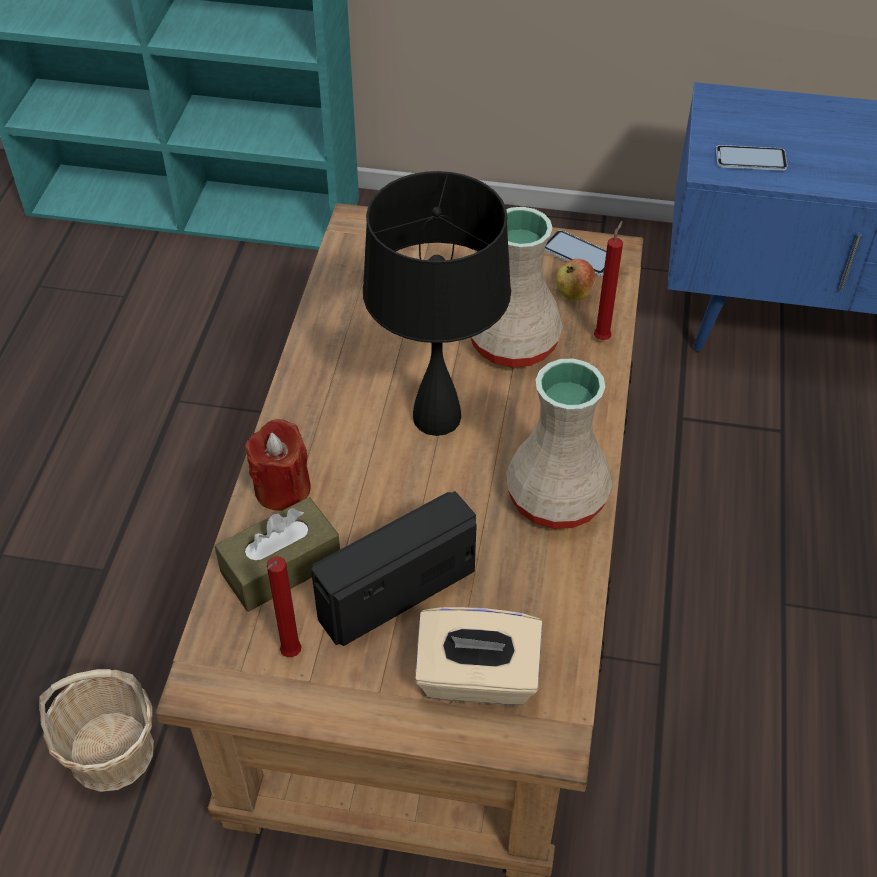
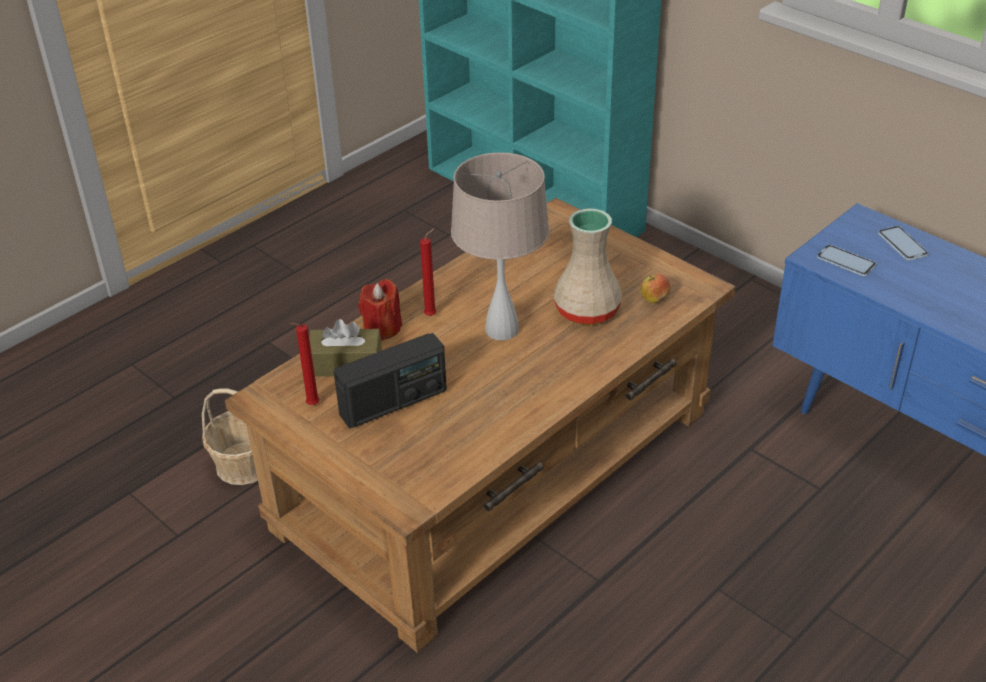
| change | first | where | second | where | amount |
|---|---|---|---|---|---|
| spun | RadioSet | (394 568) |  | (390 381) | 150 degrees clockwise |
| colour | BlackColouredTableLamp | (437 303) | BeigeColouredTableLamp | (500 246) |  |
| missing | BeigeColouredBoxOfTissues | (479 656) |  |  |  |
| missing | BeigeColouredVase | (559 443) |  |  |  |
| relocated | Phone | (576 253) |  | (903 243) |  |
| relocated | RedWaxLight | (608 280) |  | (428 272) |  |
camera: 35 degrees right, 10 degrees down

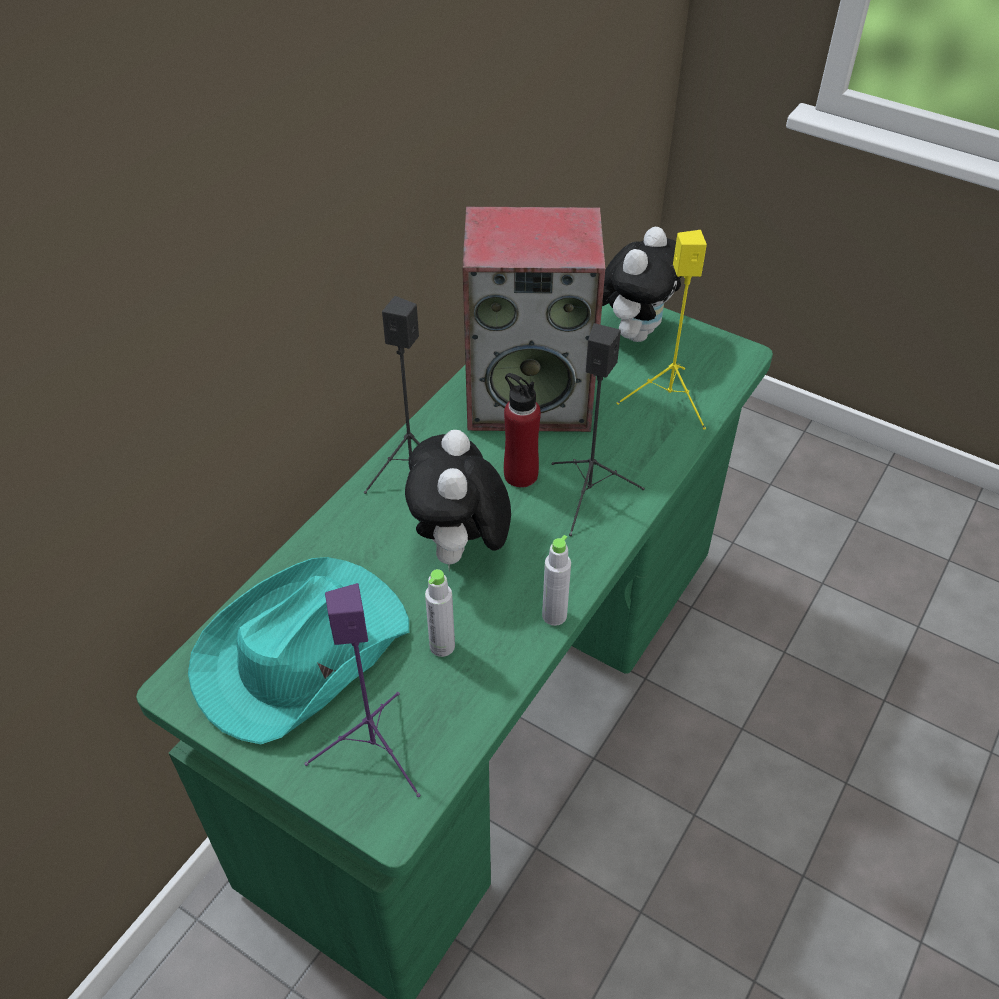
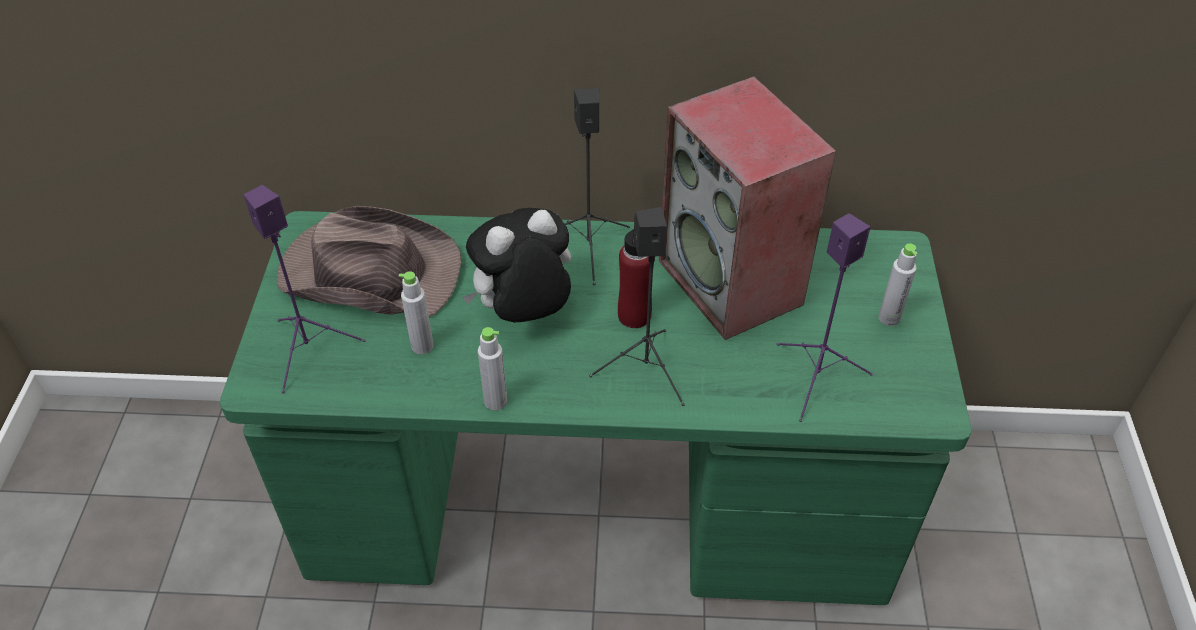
| change | first | where | second | where | amount |
|---|---|---|---|---|---|
| colour | TurquoiseClothingHat | (298 650) | BrownClothingHat | (369 261) |  |
| exchanged | SoftToy | (642 284) | GreyBottle | (897 284) |  |
| colour | YellowColouredSpeaker | (662 330) | PurpleSpeaker | (825 317) |  |
camera: 60 degrees right, 0 degrees up

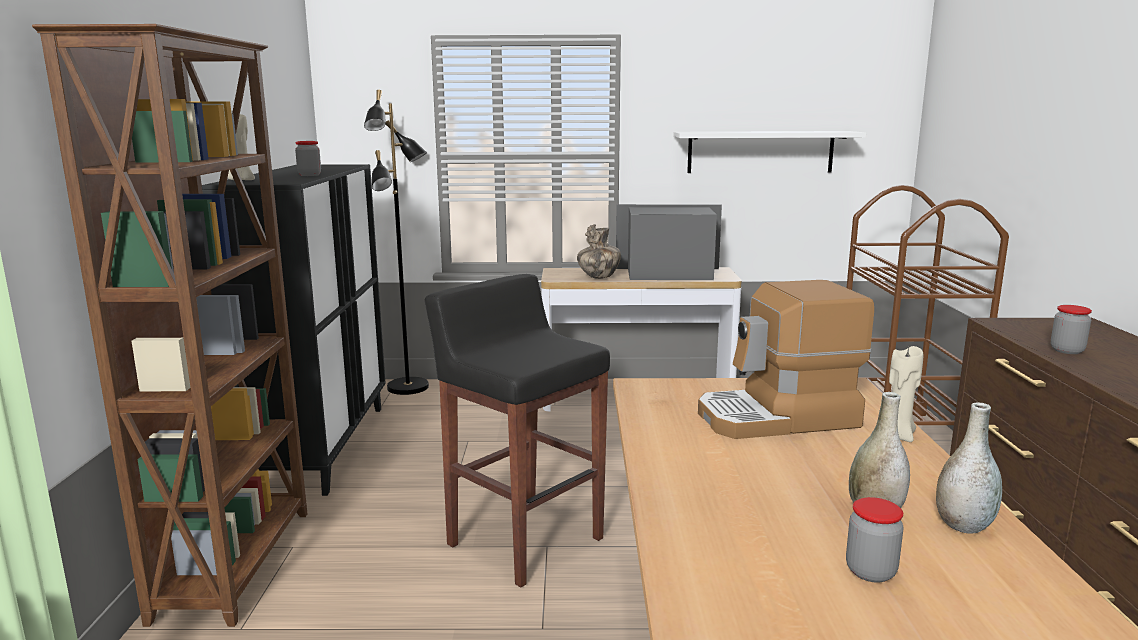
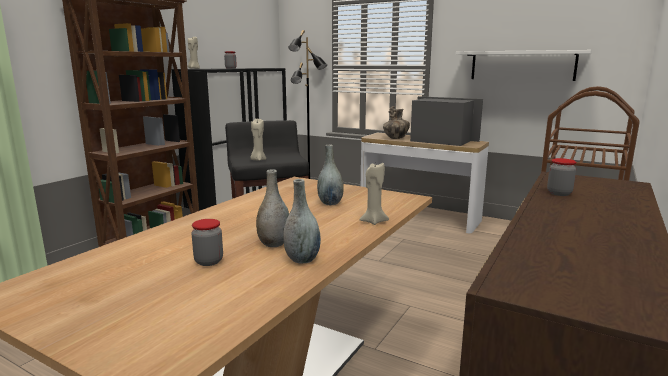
| change | first | where | second | where | amount |
|---|---|---|---|---|---|
| exchanged | CoffeeBrewer | (786 359) | GreyVase | (330 175) |  |
| appeared |  |  | BeigeColouredWaxLight | (258 140) |  |
camera: 30 degrees right, 0 degrees up

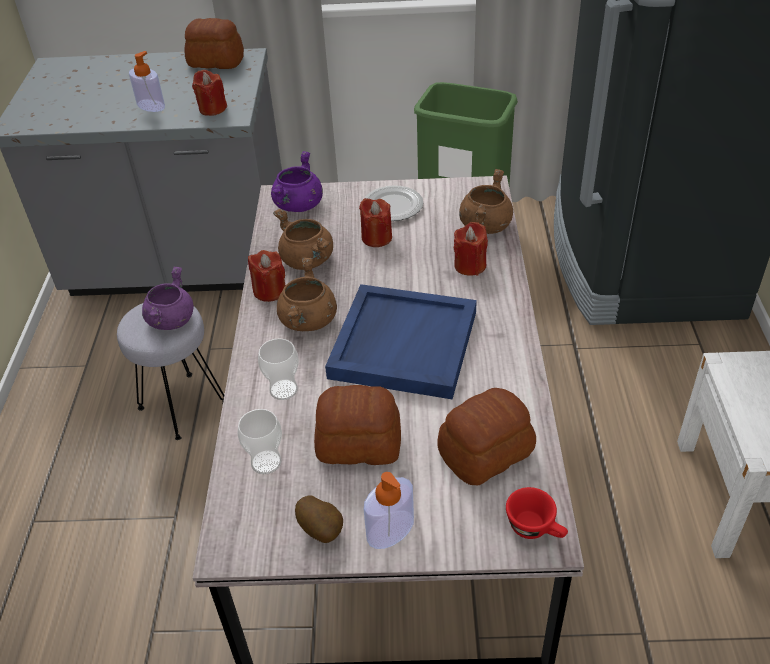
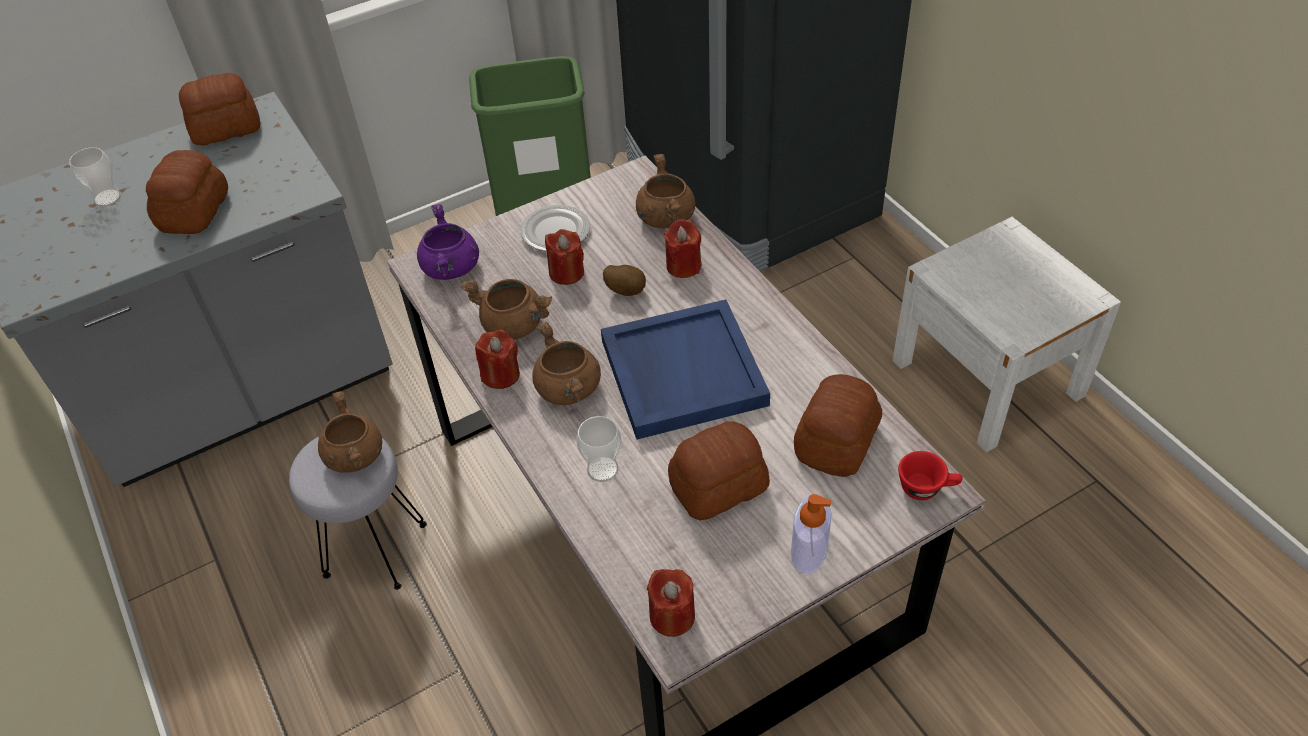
| change | first | where | second | where | amount |
|---|---|---|---|---|---|
| exchanged | SoapBottle | (147 81) | BakeryBread | (187 192) |  |
| colour | PurpleCookingPot | (168 298) | BrownCookingPot | (350 432) |  |
| relocated | RedWaxLight | (209 93) |  | (671 603) |  |
| relocated | SmallCup | (259 441) |  | (95 177) |  |
| relocated | Spud | (319 519) |  | (624 280) |  |
camera: 30 degrees left, 5 degrees up

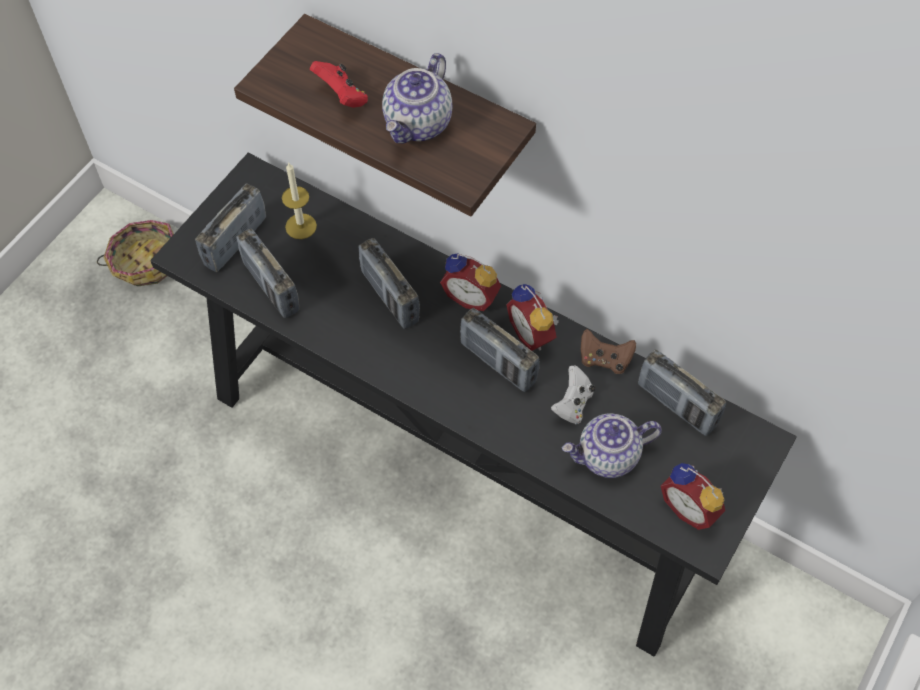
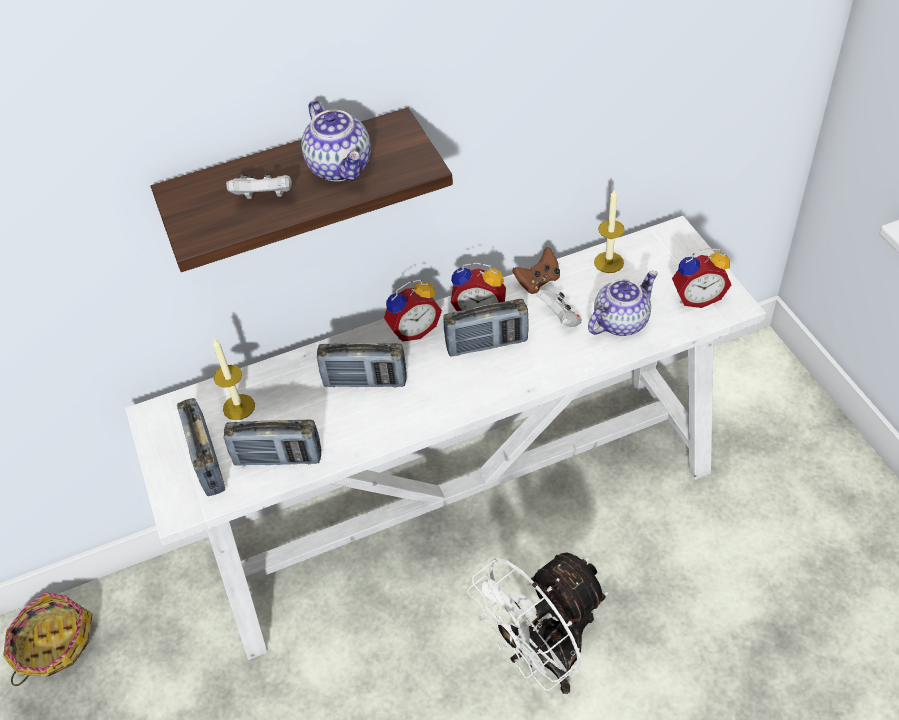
| change | first | where | second | where | amount |
|---|---|---|---|---|---|
| colour | BlackColouredHallTable | (473 404) | WhiteColouredHallTable | (445 438) |  |
| colour | RedGameController | (339 84) | WhiteColouredGameController | (259 186) |  |
| spun | PotForTea | (612 445) |  | (623 303) | 150 degrees counterclockwise |
| exchanged | RadioSet | (682 392) | WaxLight | (609 230) |  |
| appeared |  |  | WhiteColouredElectricFan | (538 623) |  |
camera: 50 degrees left, 10 degrees down

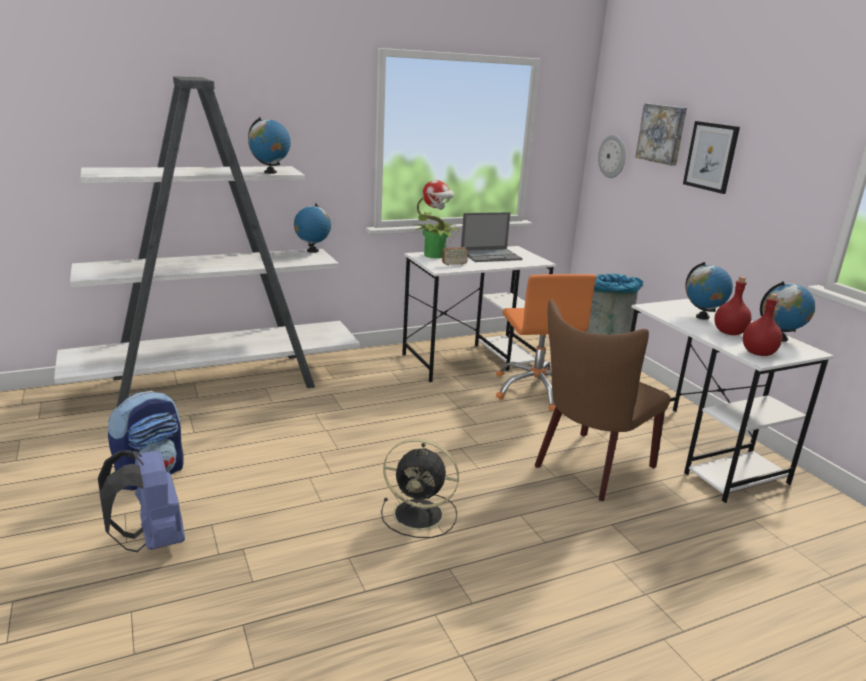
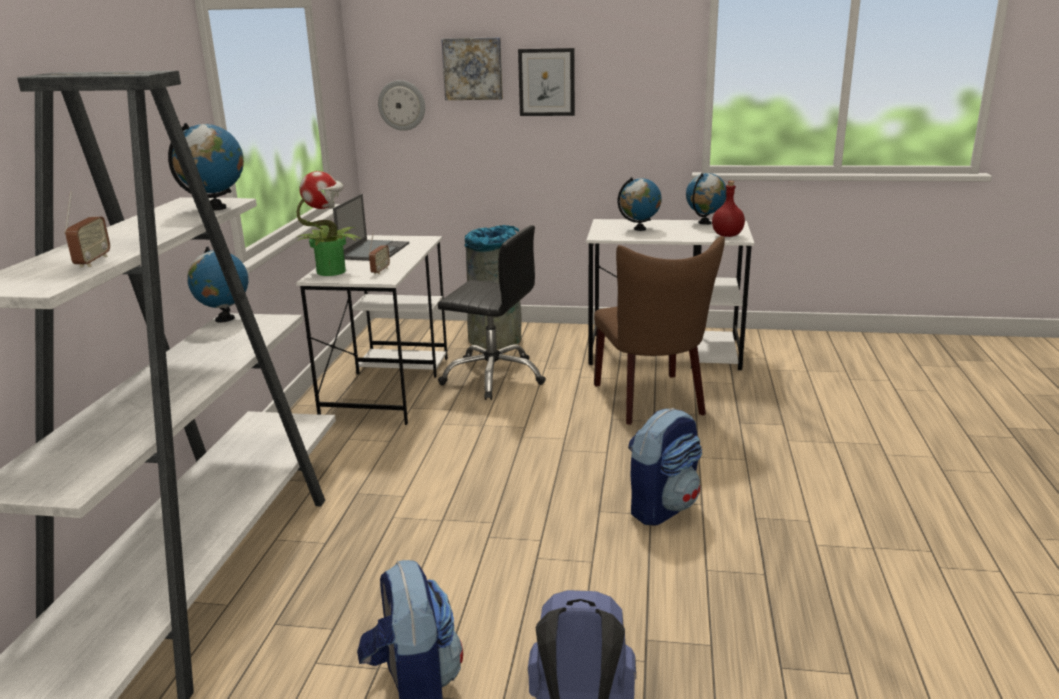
| change | first | where | second | where | amount |
|---|---|---|---|---|---|
| exchanged | BlackColouredElectricFan | (420 488) | Backpack | (665 467) |  |
| colour | OrangeColouredDeskChair | (546 343) | BlackColouredDeskChair | (492 312) |  |
| missing | RedBottle | (732 306) |  |  |  |
| appeared |  |  | RadioSet | (87 229) |  |
camera: 55 degrees left, 0 degrees up

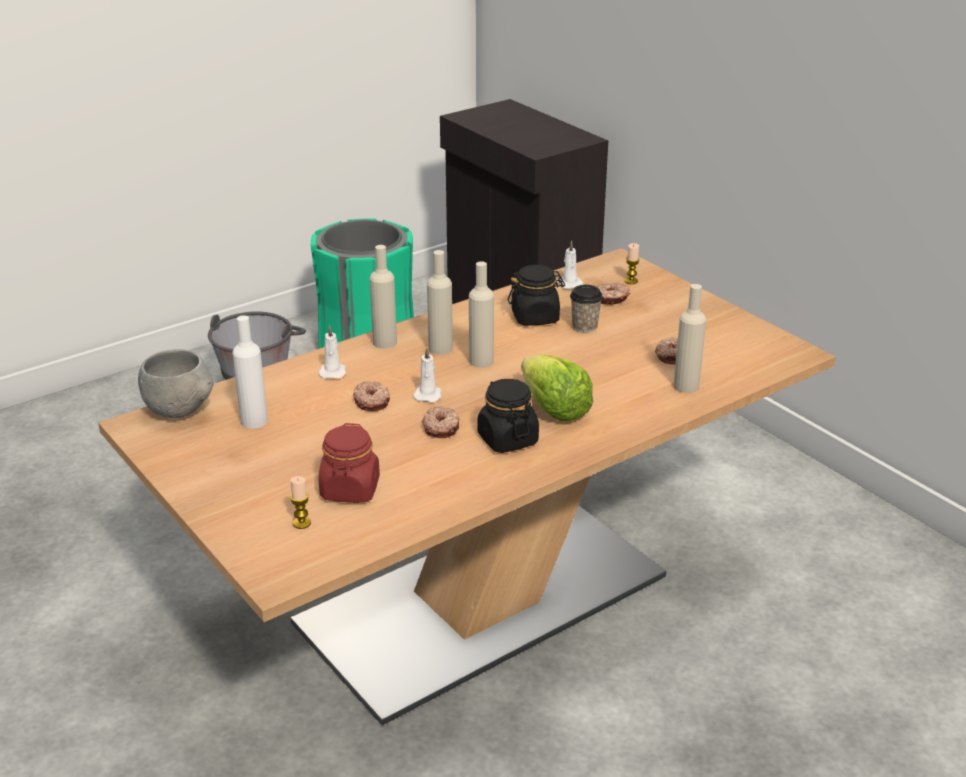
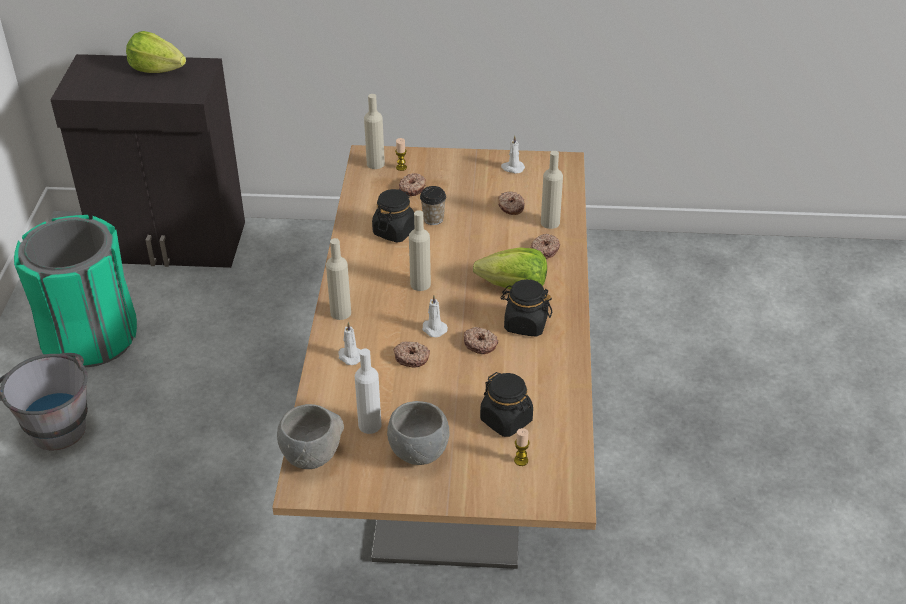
| change | first | where | second | where | amount |
|---|---|---|---|---|---|
| colour | RedPreserveJar | (349 463) | BlackColouredPreserveJar | (506 404) |  |
| relocated | BeigeColouredBottle | (440 302) |  | (374 131) |  |
| relocated | WhiteColouredWaxLight | (570 265) |  | (513 154) |  |
| appeared |  |  | LettuceHead | (156 52) |  |
| appeared |  |  | GreyServingBowl | (418 433) |  |
| appeared |  |  | Donut | (545 246) |  |
camera: 50 degrees left, 10 degrees up

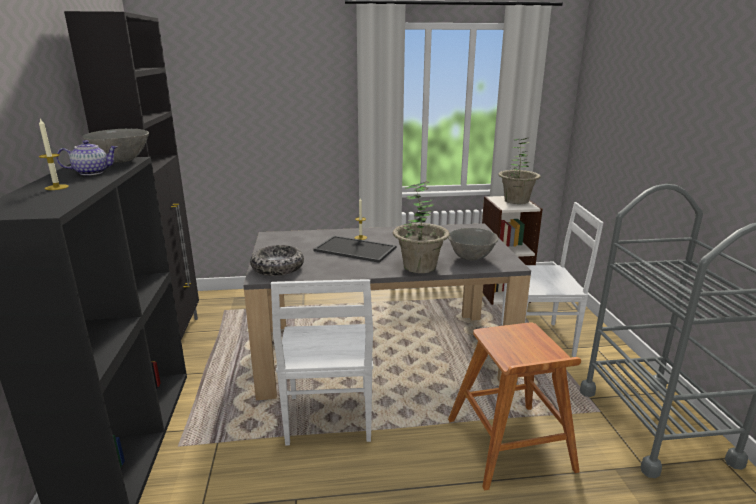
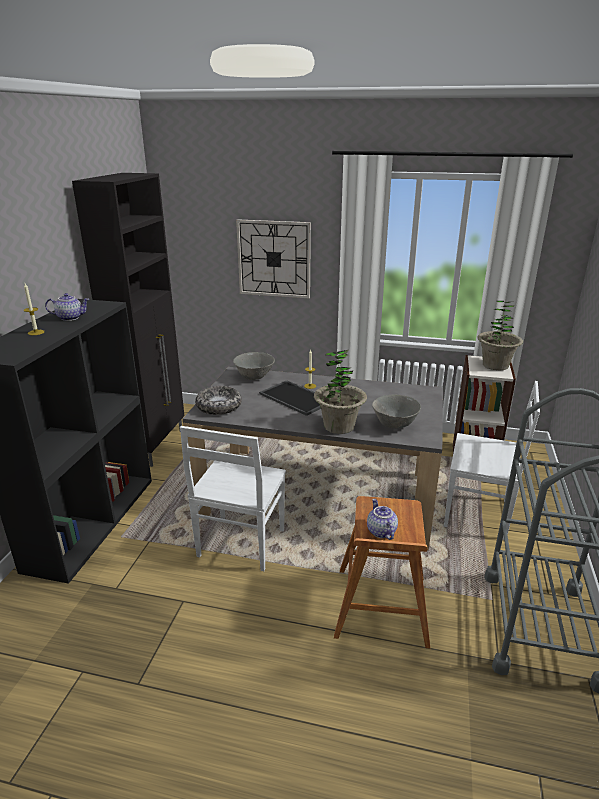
| change | first | where | second | where | amount |
|---|---|---|---|---|---|
| relocated | GreyServingBowl | (115 146) |  | (254 366) |  |
| appeared |  |  | WallClock | (273 258) |  |
| appeared |  |  | PotForTea | (382 519) |  |
camera: 20 degrees right, 5 degrees up

